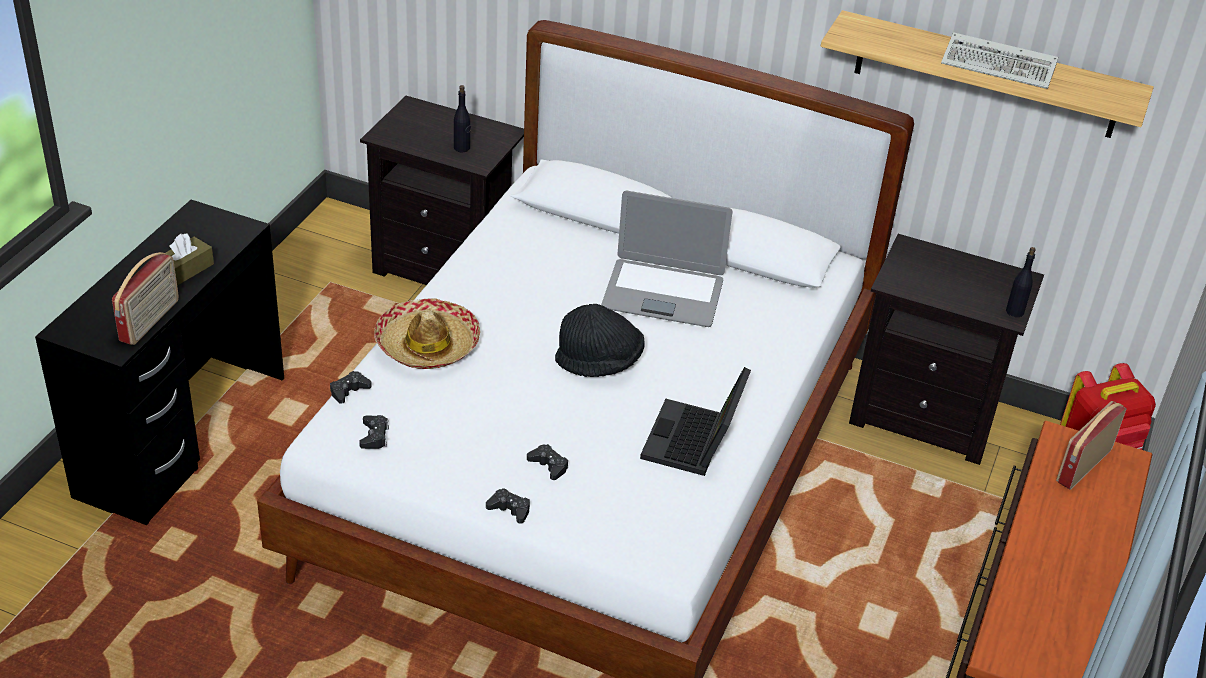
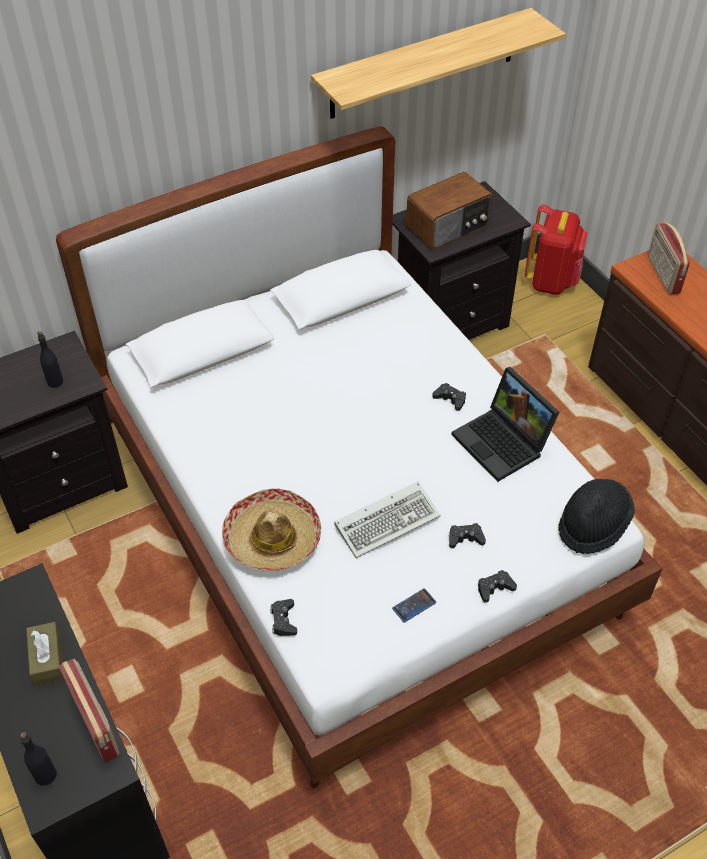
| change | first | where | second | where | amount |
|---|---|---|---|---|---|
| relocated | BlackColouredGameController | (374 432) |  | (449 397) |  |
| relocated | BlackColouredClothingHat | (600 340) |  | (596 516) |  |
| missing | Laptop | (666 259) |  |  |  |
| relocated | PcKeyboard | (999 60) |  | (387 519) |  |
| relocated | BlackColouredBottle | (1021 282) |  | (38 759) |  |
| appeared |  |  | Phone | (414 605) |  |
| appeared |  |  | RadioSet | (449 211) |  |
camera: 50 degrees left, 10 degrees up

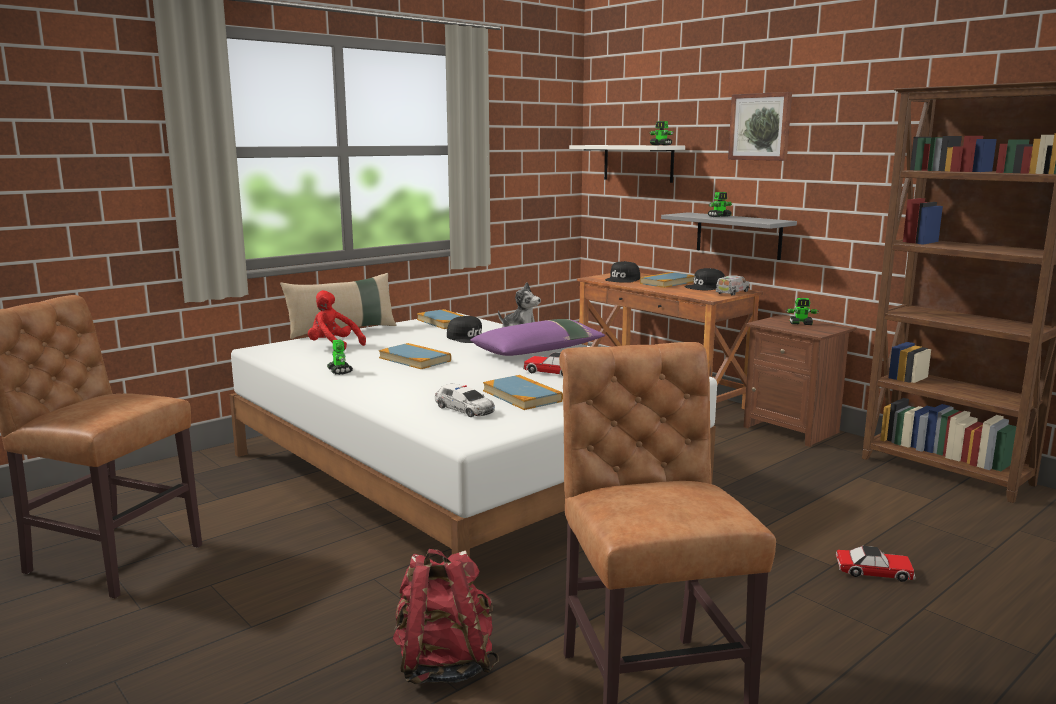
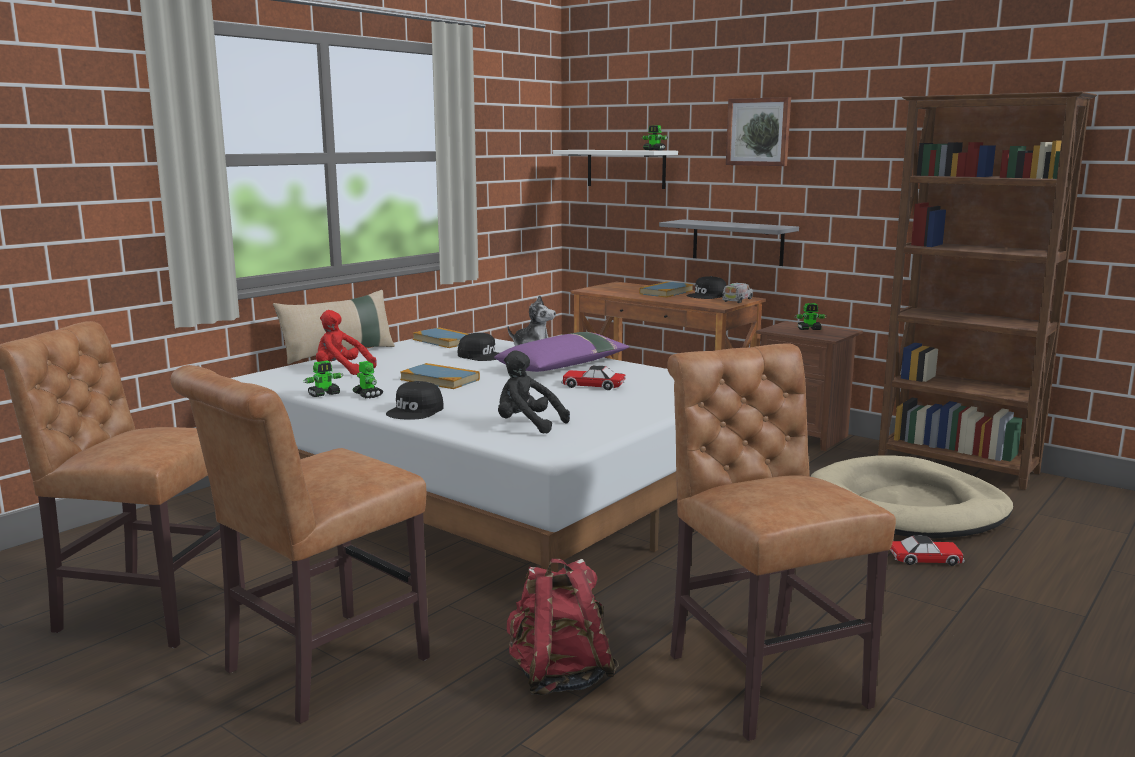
| change | first | where | second | where | amount |
|---|---|---|---|---|---|
| exchanged | MiniatureCar | (465 400) | BlackColouredSoftToy | (534 391) |  |
| missing | Volume | (523 392) |  |  |  |
| relocated | BlackColouredBaseballCap | (622 272) |  | (415 400) |  |
| relocated | ModelRobot | (720 204) |  | (323 378) |  |
| appeared |  |  | BrownChair | (300 544) |  |
| appeared |  |  | BeigeColouredDogBed | (912 496) |  |
camera: 10 degrees left, 0 degrees up

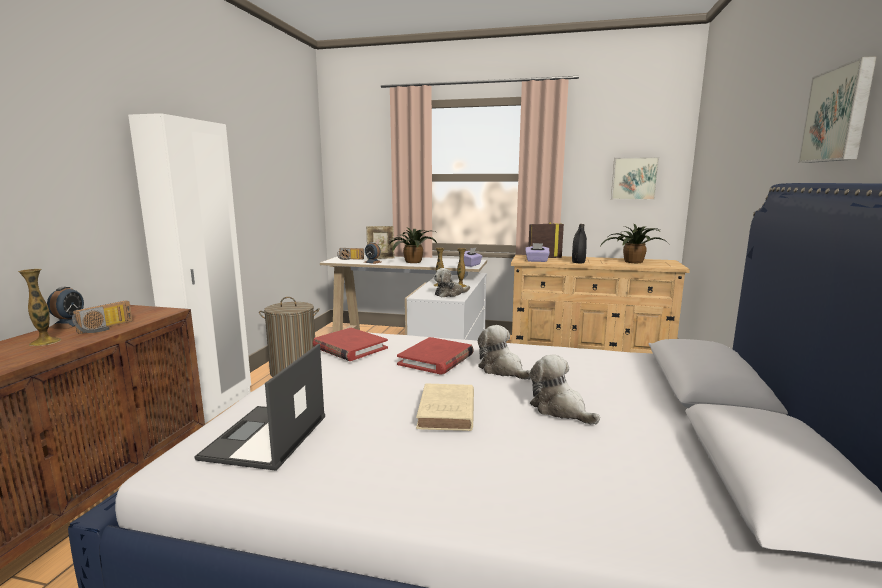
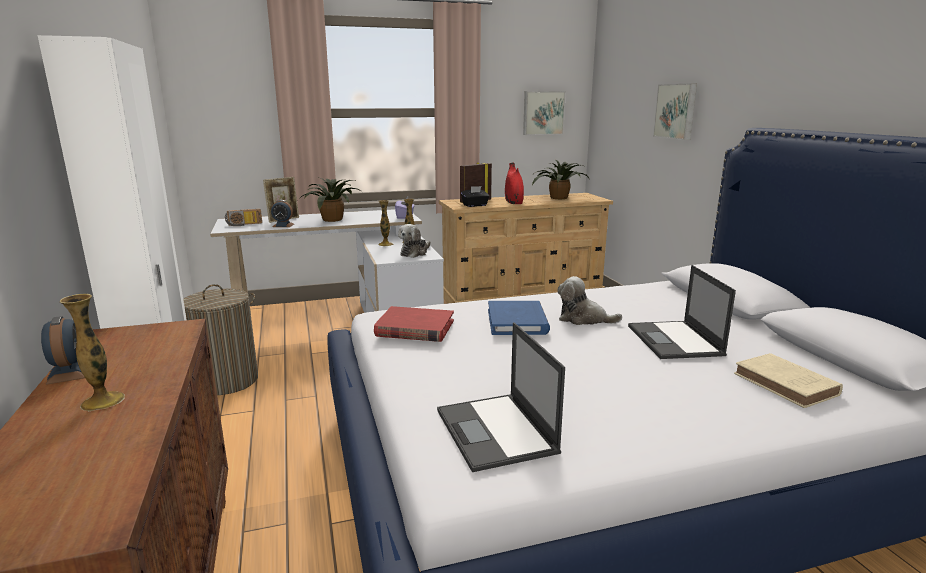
| change | first | where | second | where | amount |
|---|---|---|---|---|---|
| missing | RadioSet | (102 317) |  |  |  |
| colour | RedVolume | (435 355) | BluishVolume | (519 318) |  |
| relocated | BeigeColouredVolume | (445 407) |  | (788 380) |  |
| colour | PurpleBoxOfTissues | (537 252) | BlackColouredBoxOfTissues | (475 196) |  |
| exchanged | SoftToy | (565 389) | Laptop | (682 312) |  |
| colour | BlackColouredVase | (579 243) | RedVase | (514 183) |  |
| relocated | WallPicture | (837 109) |  | (675 111) |  |
camera: 30 degrees left, 5 degrees up

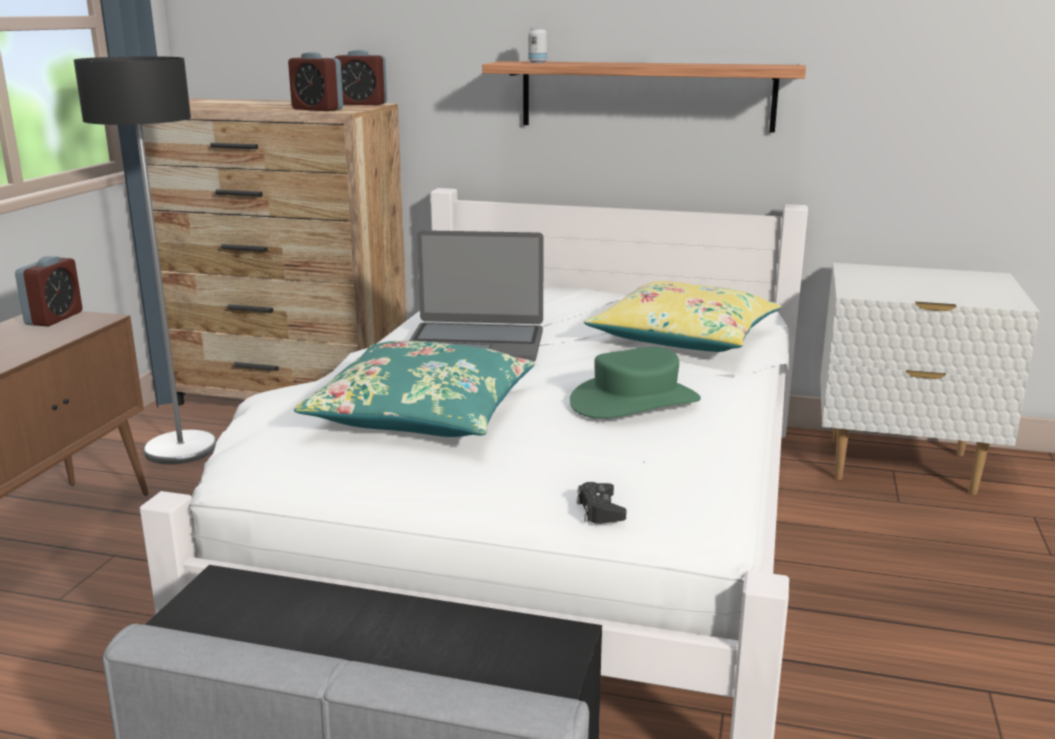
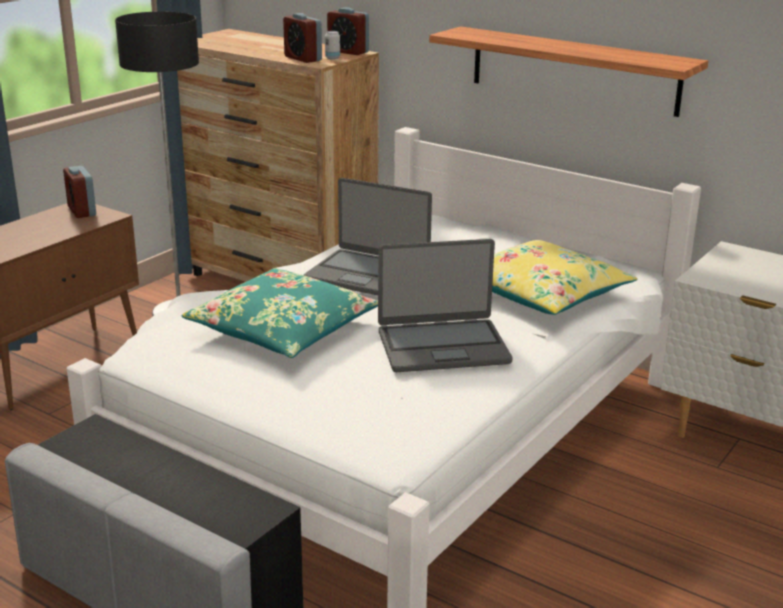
| change | first | where | second | where | amount |
|---|---|---|---|---|---|
| spun | BedsideClock | (48 291) |  | (79 192) | 120 degrees clockwise |
| relocated | Can | (537 45) |  | (332 45) |  |
| exchanged | GreenClothingHat | (635 383) | Laptop | (445 305) |  |
| missing | BlackColouredGameController | (601 503) |  |  |  |
camera: 20 degrees right, 5 degrees up

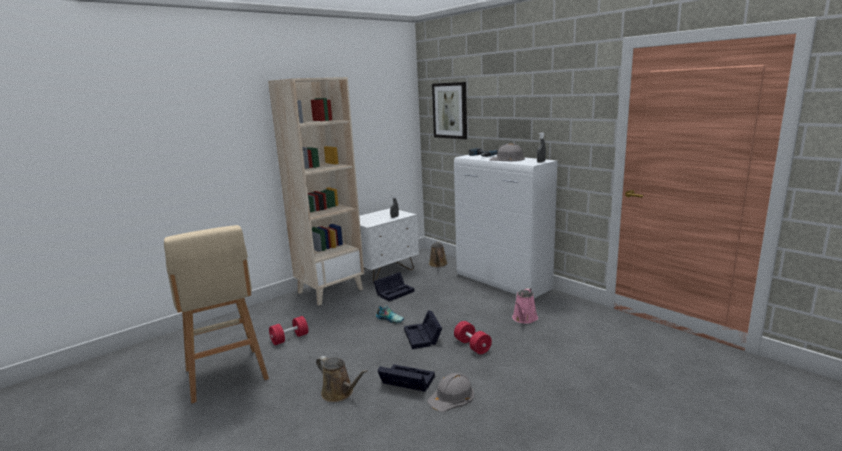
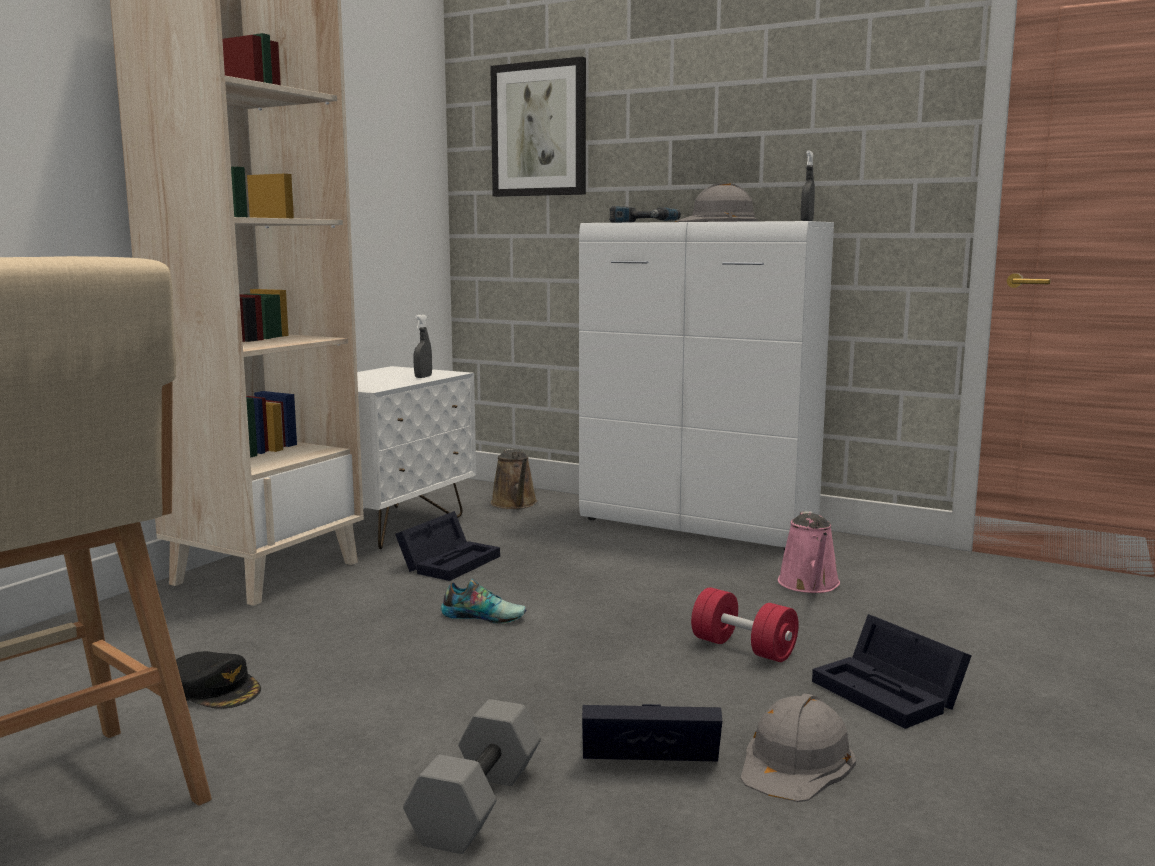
| change | first | where | second | where | amount |
|---|---|---|---|---|---|
| exchanged | RedHandWeight | (288 330) | BlackColouredBaseballCap | (218 680) |  |
| exchanged | BrownWateringPot | (342 379) | GreyHandWeight | (472 776) |  |
| relocated | BlackColouredStorageContainer | (423 329) |  | (892 671) |  |
camera: 20 degrees left, 5 degrees down

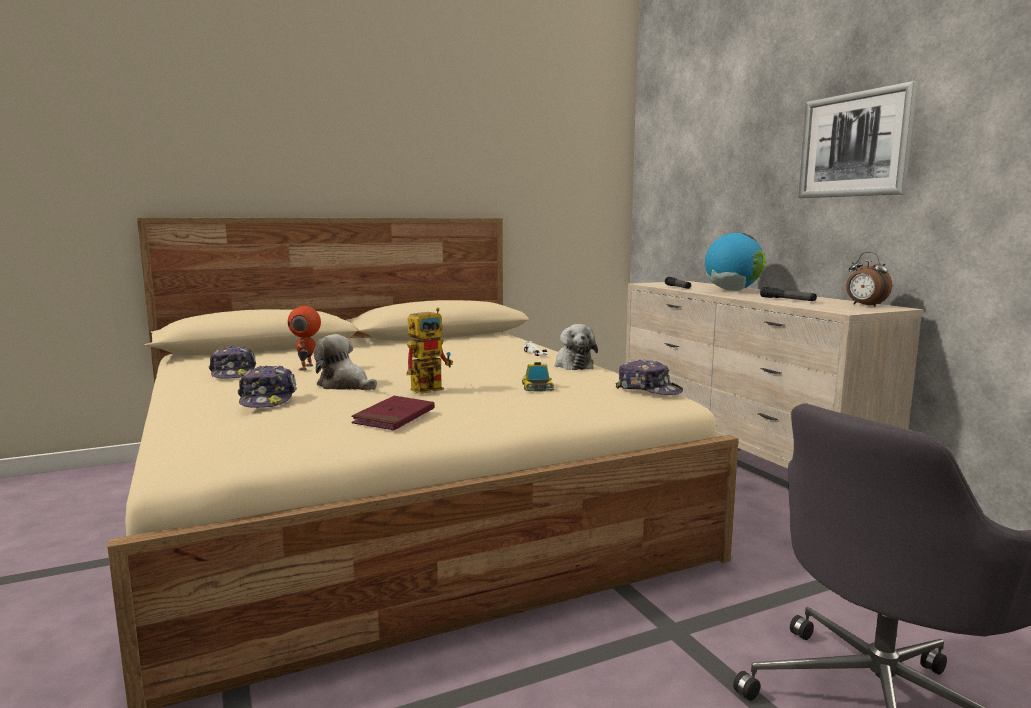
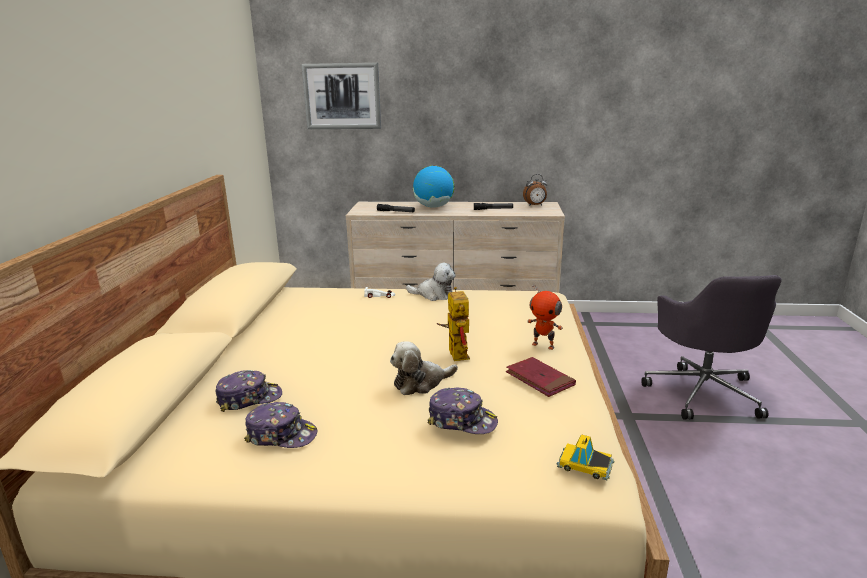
| change | first | where | second | where | amount |
|---|---|---|---|---|---|
| relocated | ModelRobot | (304 335) |  | (545 317) |  |
| relocated | MiniatureCar | (538 377) |  | (585 457) |  |
| relocated | BaseballCap | (649 377) |  | (249 391) |  |
| relocated | WallPicture | (858 139) |  | (341 96) |  |
camera: 60 degrees left, 10 degrees up

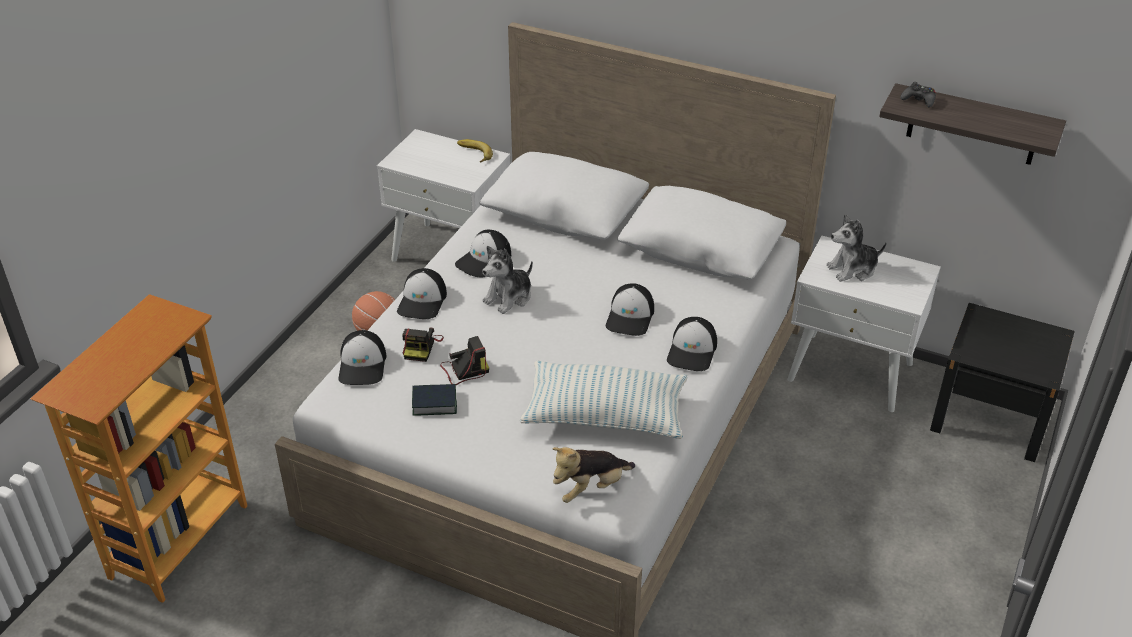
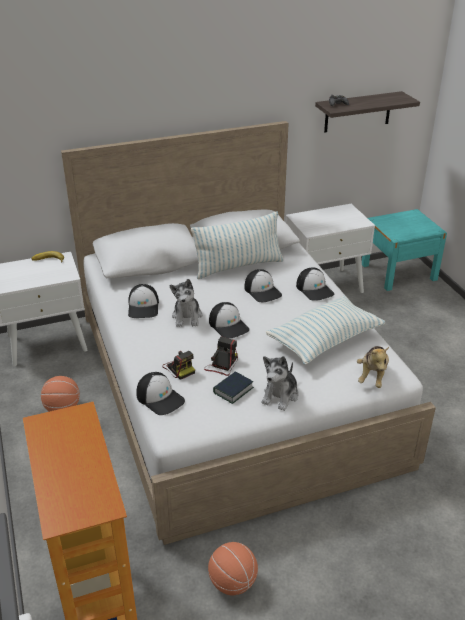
| change | first | where | second | where | amount |
|---|---|---|---|---|---|
| relocated | BaseballCap | (422 293) |  | (229 320) |  |
| relocated | SoftToy | (856 248) |  | (280 383) |  |
| colour | BlackColouredNightstand | (1002 382) | TurquoiseNightstand | (404 250) |  |
| appeared |  |  | Cushion | (237 245) |  |
| appeared |  |  | Basketball | (233 568) |  |
camera: 45 degrees left, 5 degrees down

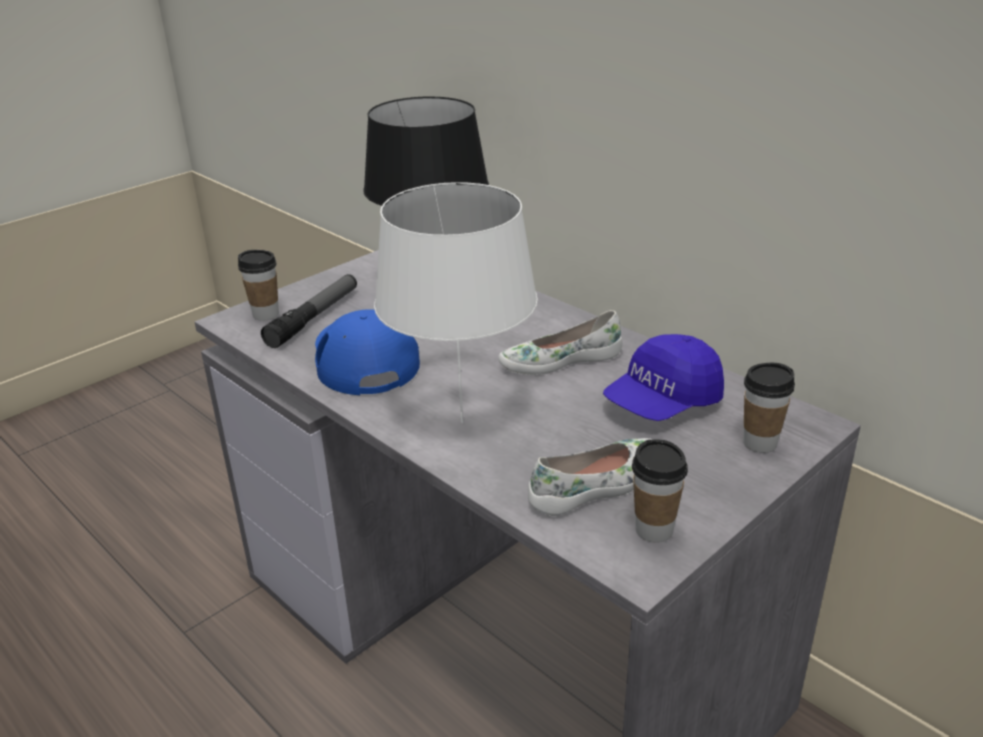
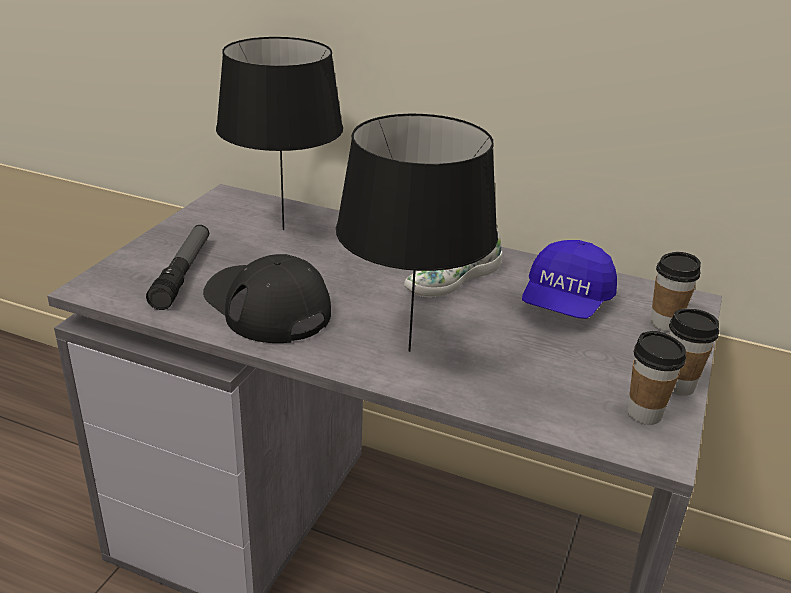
| change | first | where | second | where | amount |
|---|---|---|---|---|---|
| relocated | SmallCup | (258 285) |  | (694 352) |  |
| colour | BluishBaseballCap | (367 352) | BlackColouredBaseballCap | (267 298) |  |
| colour | WhiteColouredTableLamp | (456 302) | BlackColouredTableLamp | (417 233) |  |
| missing | WhiteColouredShoe | (589 477) |  |  |  |
camera: 25 degrees left, 0 degrees up

